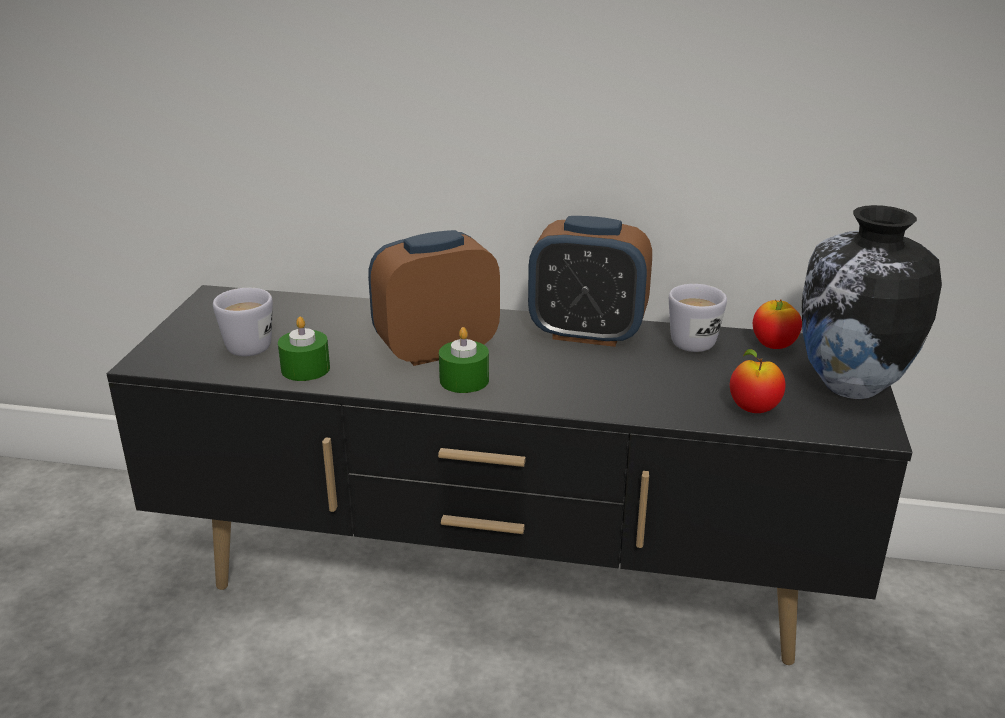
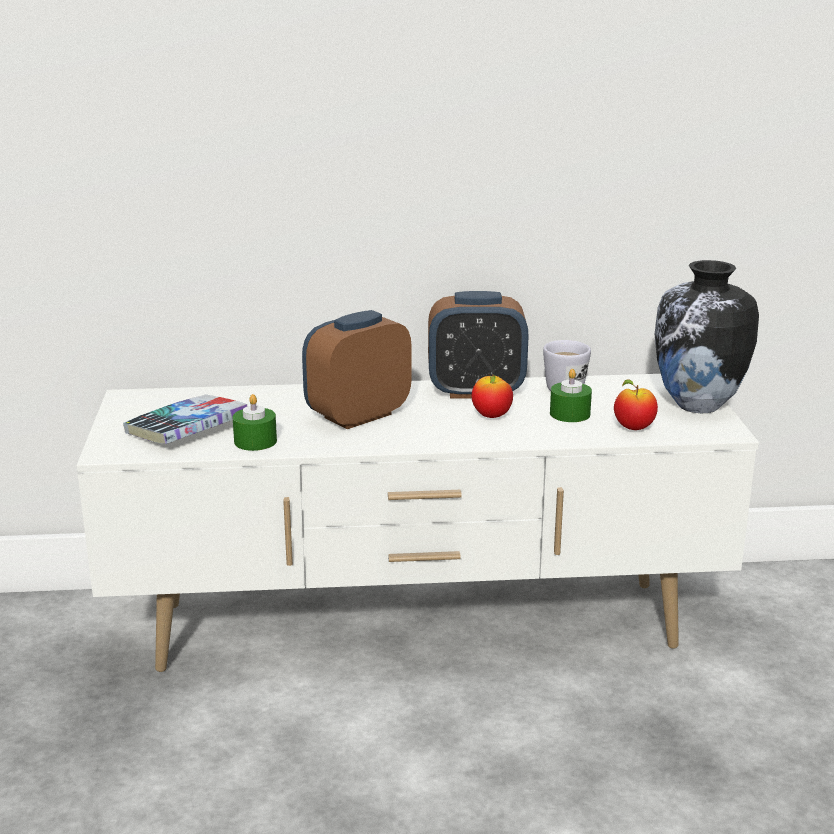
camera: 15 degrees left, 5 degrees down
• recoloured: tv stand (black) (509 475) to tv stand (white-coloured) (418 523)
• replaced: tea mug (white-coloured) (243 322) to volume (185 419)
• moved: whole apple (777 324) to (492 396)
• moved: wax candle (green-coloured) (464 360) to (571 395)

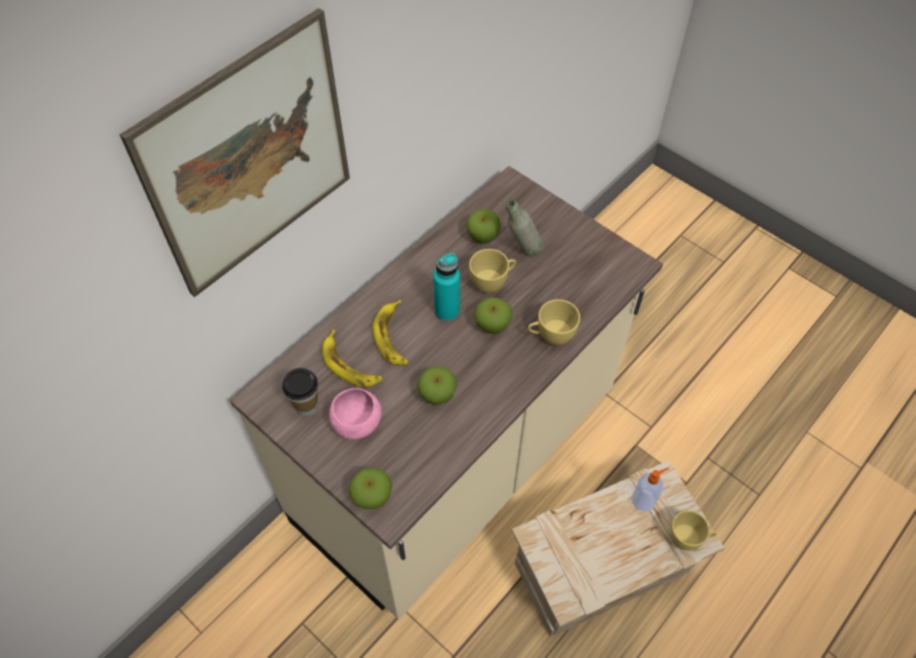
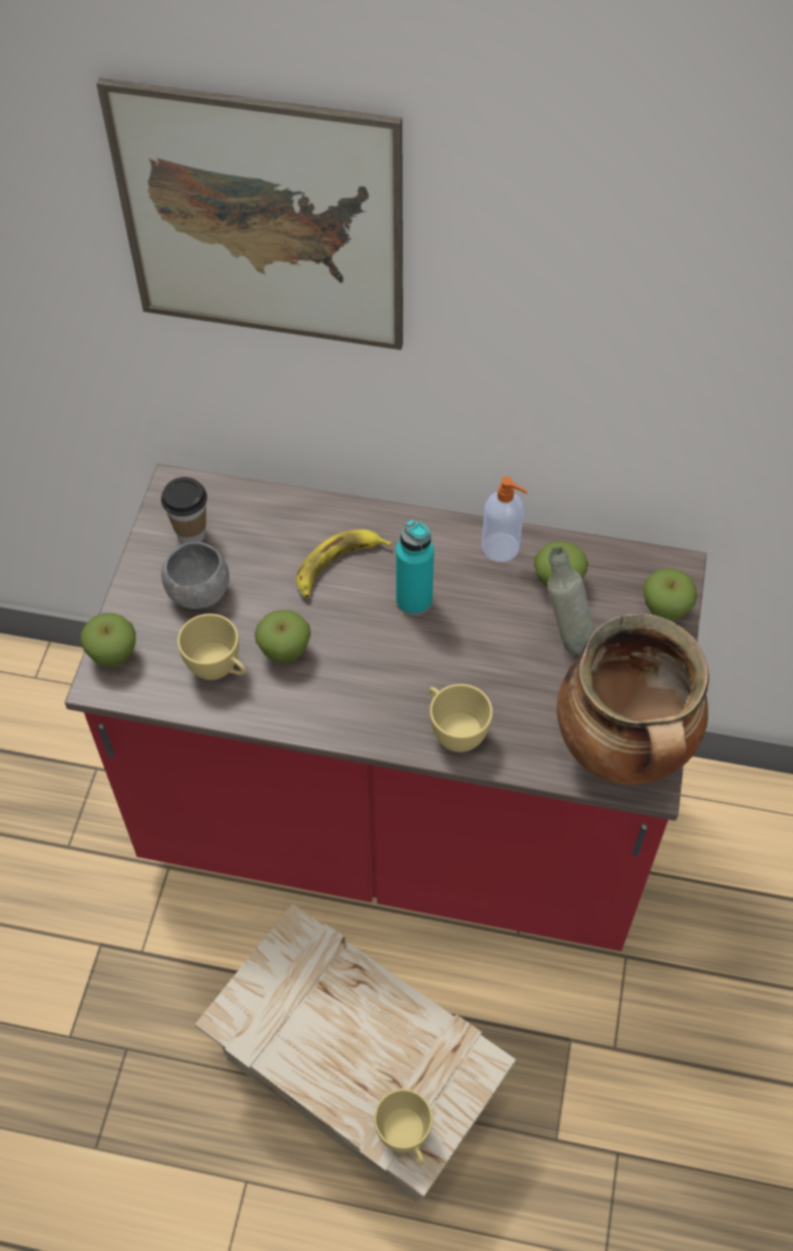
camera: 60 degrees right, 0 degrees up
• recoloured: kitchen counter (beige-coloured) (446 393) to kitchen counter (red) (386 707)
• recoloured: bowl (pink) (355 413) to bowl (greyish) (195 575)
• moved: small cup (yellowish) (492 271) to (211 647)
• moved: soap bottle (650 489) to (505 519)
• added: saucepot (633 699)
• moved: whole apple (493 315) to (670 594)
• removed: whole banana (352 358)

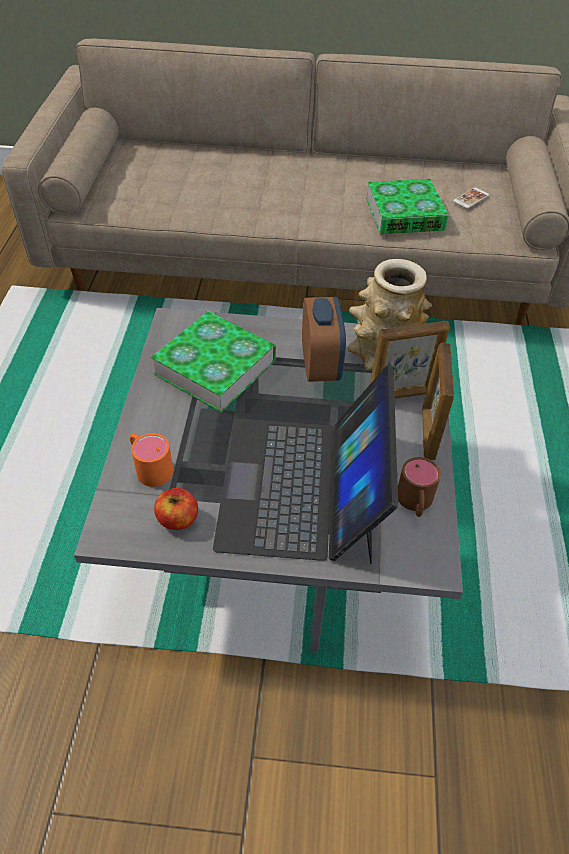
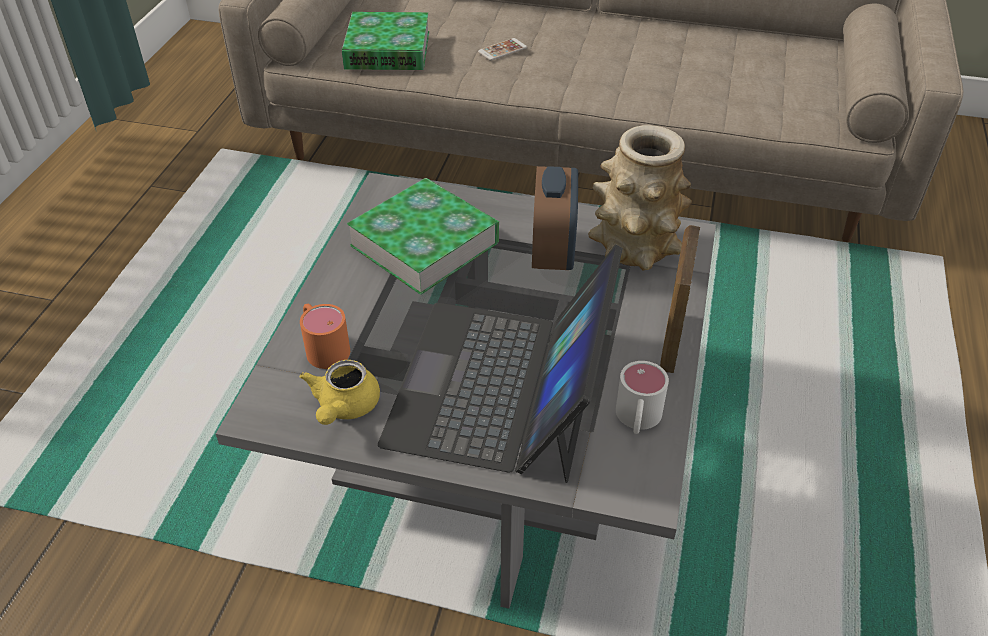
camera: 10 degrees right, 5 degrees down
• replaced: whole apple (176 509) to pot for tea (yellowish) (340 392)
• moved: volume (407 206) to (385 41)
• moved: phone (471 198) to (502 49)
• recoloured: tea mug (brownish) (419 487) to tea mug (white-coloured) (642 397)
• removed: photo frame (410 360)

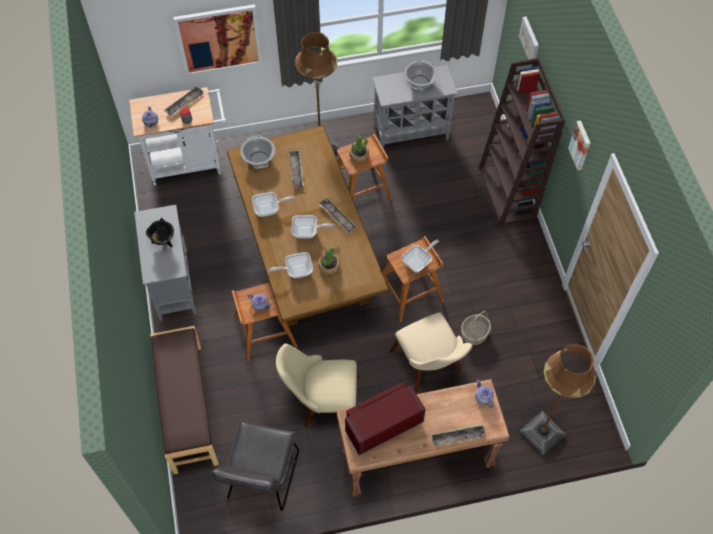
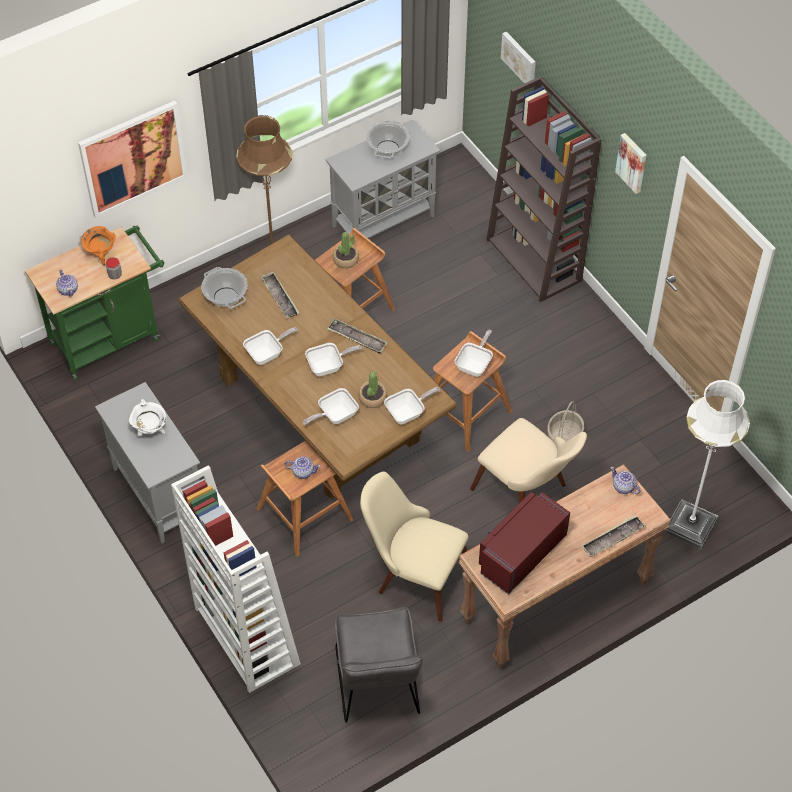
camera: 20 degrees left, 5 degrees down
• recoloured: trolley (white-coloured) (178 136) to trolley (green-coloured) (94 303)
• replaced: serving tray (184 101) to saucepot (orangey) (98 246)
• recoloured: saucepot (black) (160 232) to saucepot (white-coloured) (147 417)
• replaced: indoor bench (brownish) (184 400) to bookcase (white-coloured) (236 579)
• turned: plain chair (beige-coloured) (317 385) = (414 547) 45 degrees clockwise
• added: pan (412 405)
• recoloured: standard lamp (brownish) (558 399) to standard lamp (white-coloured) (707 464)

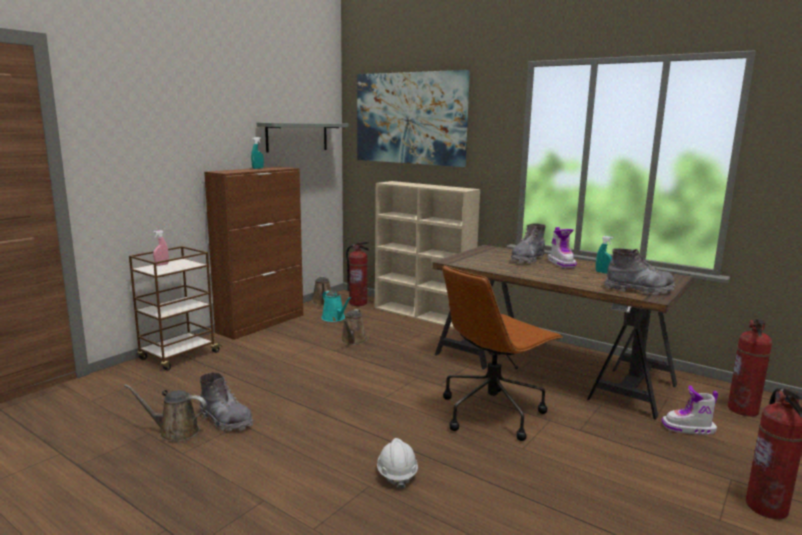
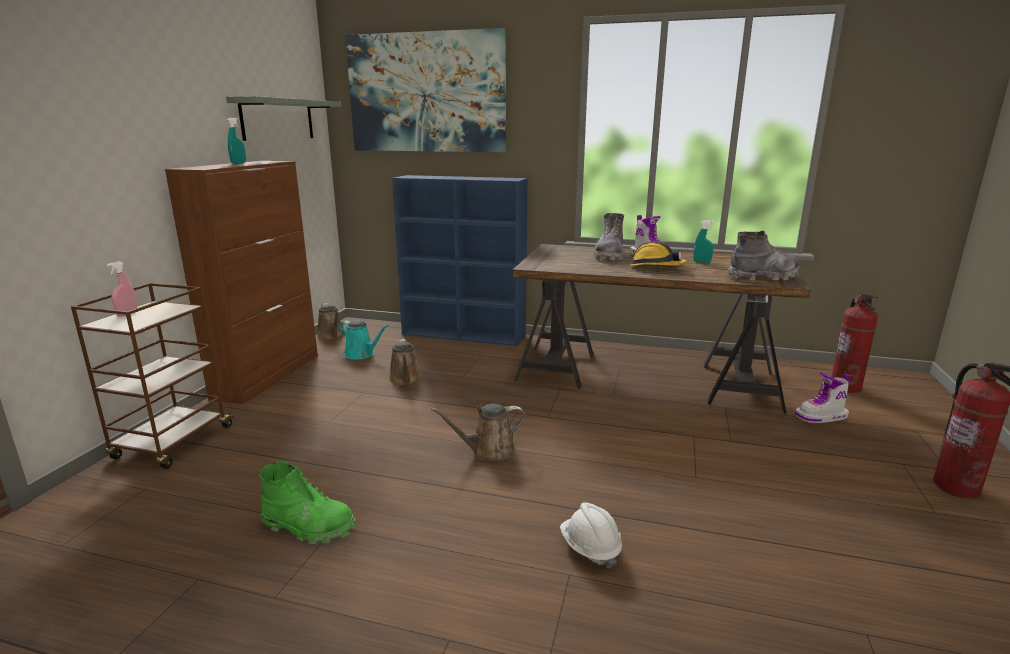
camera: 20 degrees left, 5 degrees up
• recoloured: boot (greyish) (226 401) to boot (green-coloured) (307 503)
• recoloured: bookcase (beige-coloured) (427 254) to bookcase (blue-coloured) (460 260)
• moved: sprinkling can (brownish) (165 413) to (478 432)
• added: safety helmet (658 253)
• removed: fire-fighting cylinder (358 274)
• removed: desk chair (brownish) (502 353)

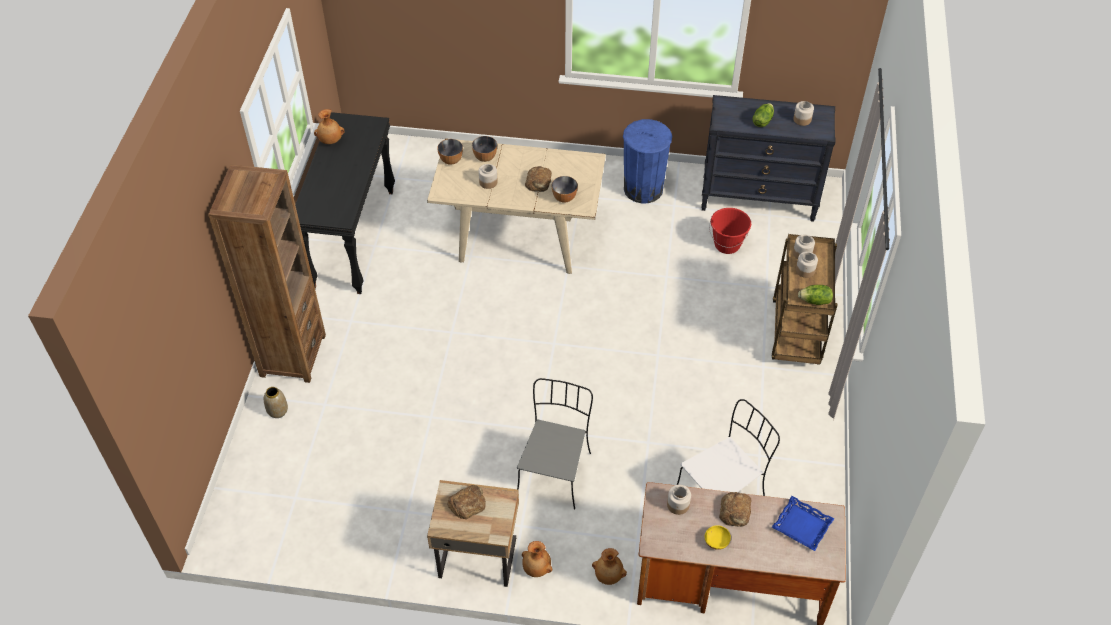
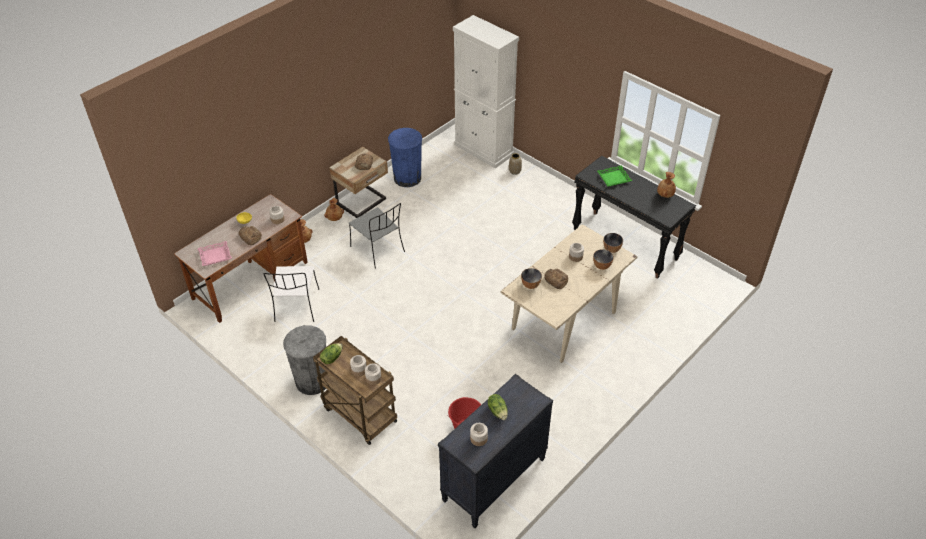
camera: 125 degrees right, 5 degrees down
• recoloured: serving tray (blue-coloured) (803 523) to serving tray (pink) (215 253)
• added: rubbish bin (greyish) (304 360)
• moved: rubbish bin (blue-coloured) (647 161) to (405 157)
• added: storage cabinet (white-coloured) (486 91)
• added: serving tray (green-coloured) (614 176)
• removed: bookcase (brownish) (267 274)

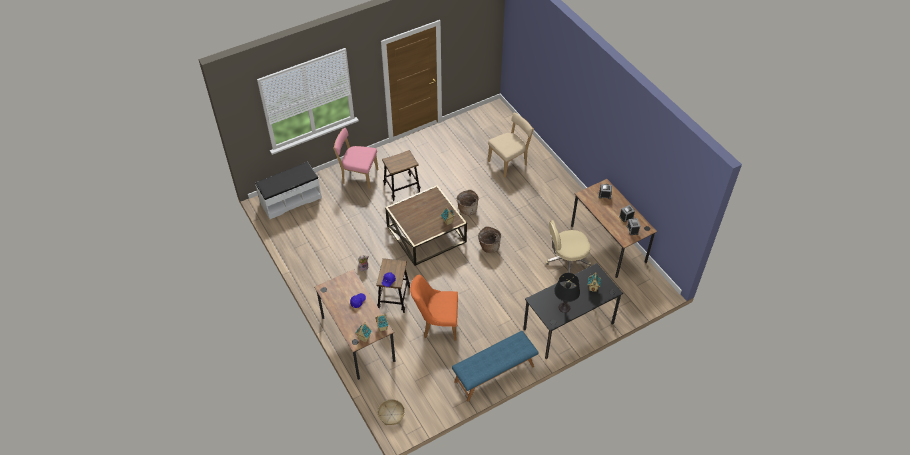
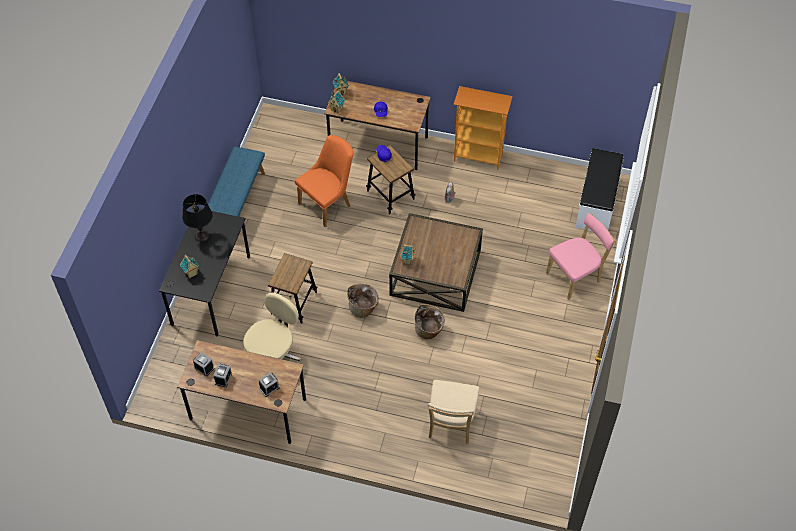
camera: 135 degrees right, 5 degrees up
• moved: stool seat (401 175) to (292 288)
• added: bookcase (483 128)
• removed: basket (391 412)

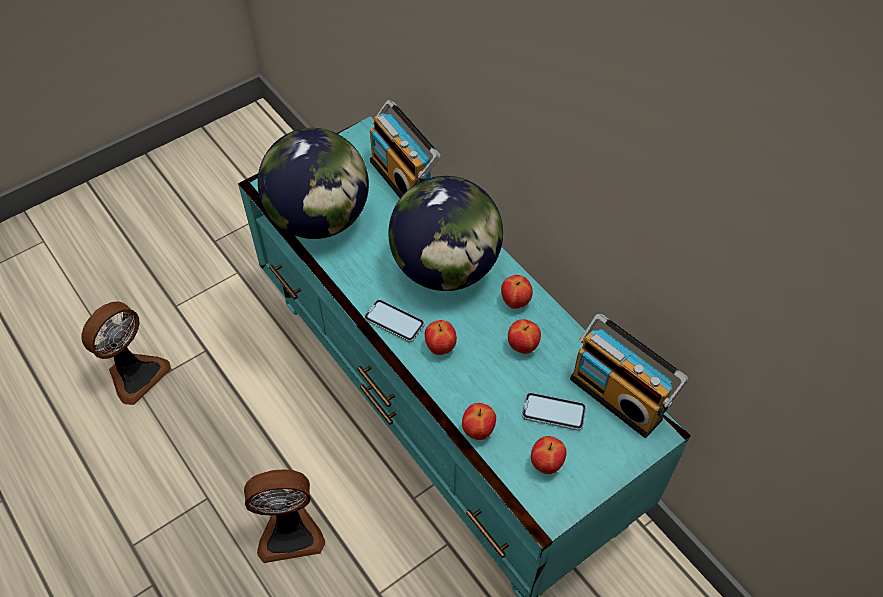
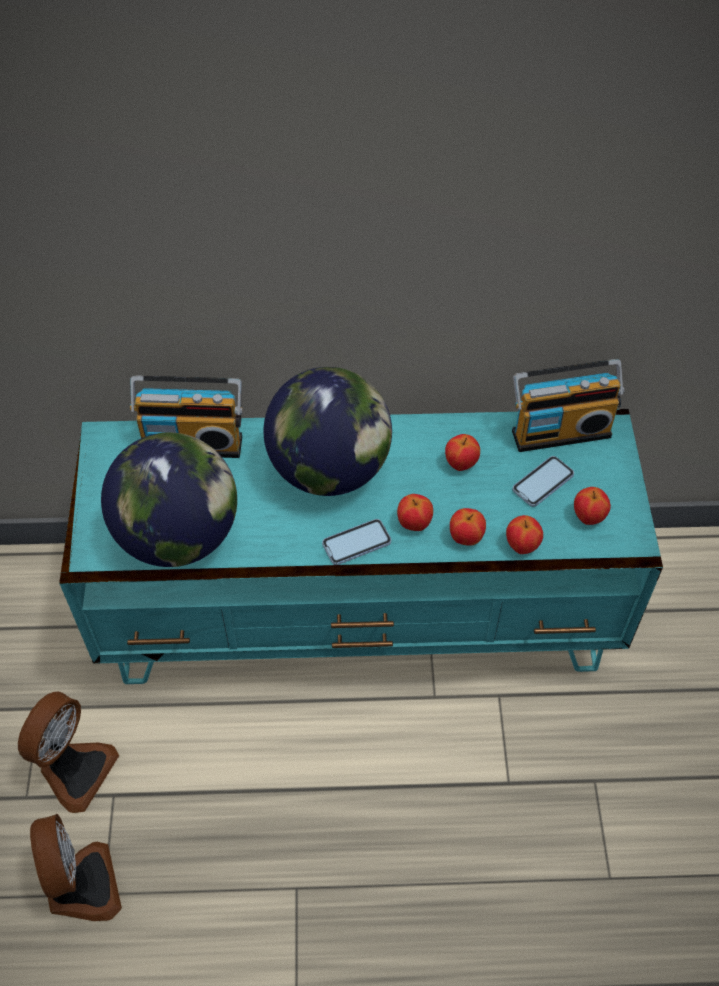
camera: 55 degrees left, 0 degrees up
• moved: electric fan (284 516) to (68 752)
• moved: whole apple (517 292) to (468 526)

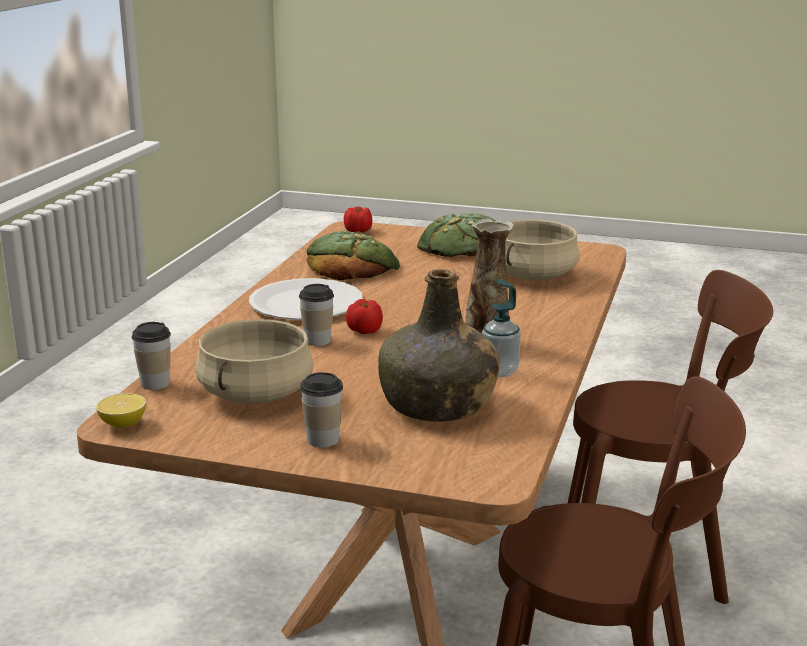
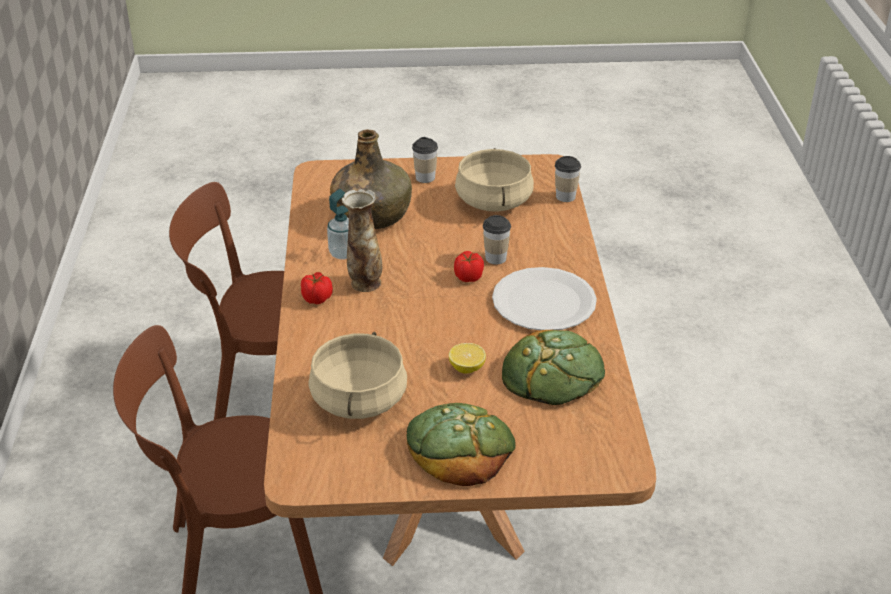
camera: 160 degrees right, 15 degrees up
• moved: fresh tomato (358 219) to (317 288)
• moved: citrus fruit (121 410) to (467 358)

